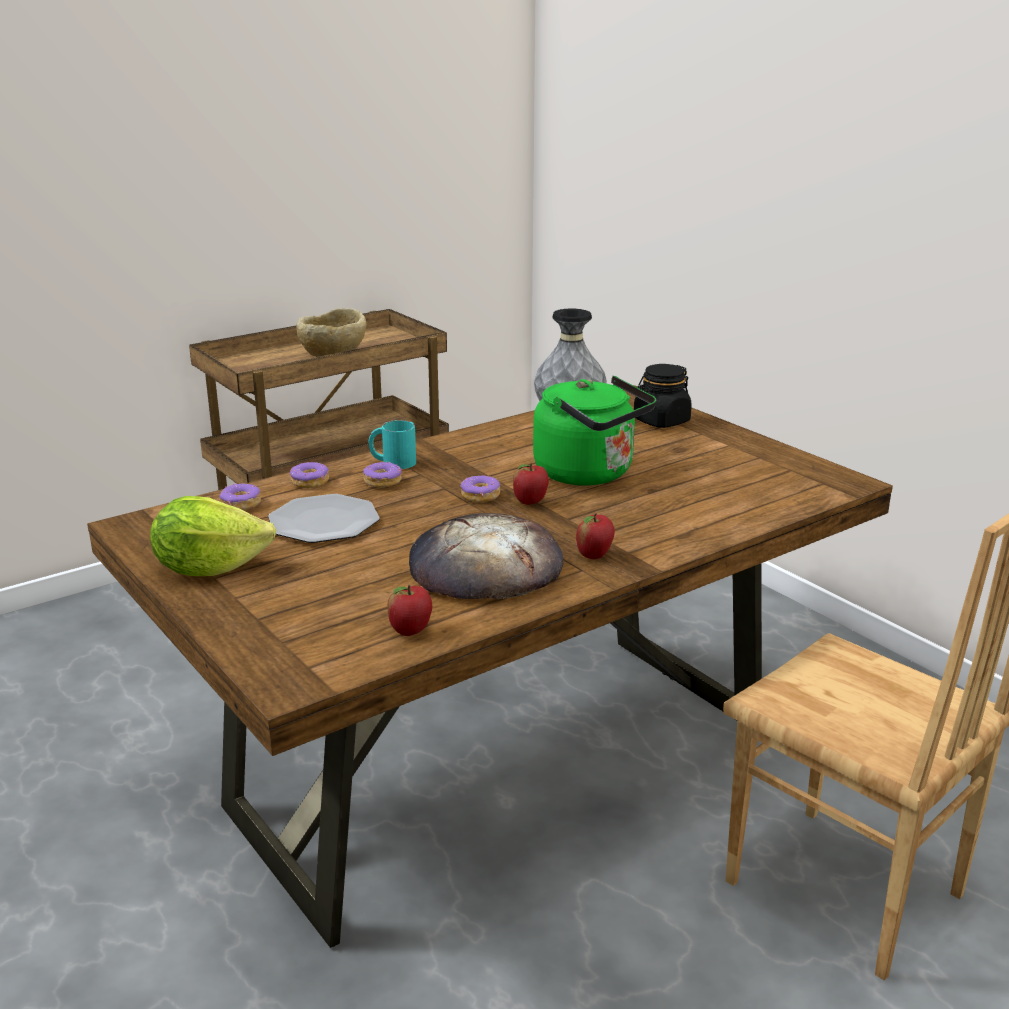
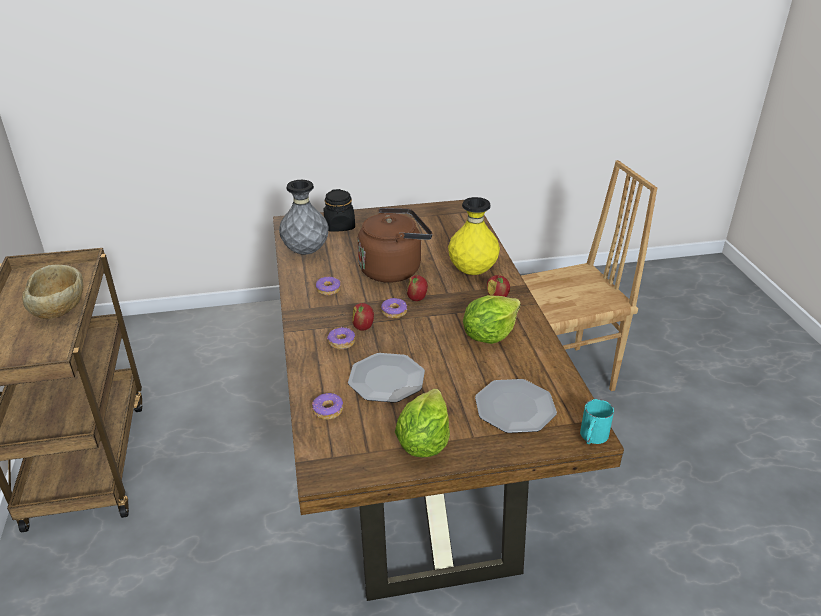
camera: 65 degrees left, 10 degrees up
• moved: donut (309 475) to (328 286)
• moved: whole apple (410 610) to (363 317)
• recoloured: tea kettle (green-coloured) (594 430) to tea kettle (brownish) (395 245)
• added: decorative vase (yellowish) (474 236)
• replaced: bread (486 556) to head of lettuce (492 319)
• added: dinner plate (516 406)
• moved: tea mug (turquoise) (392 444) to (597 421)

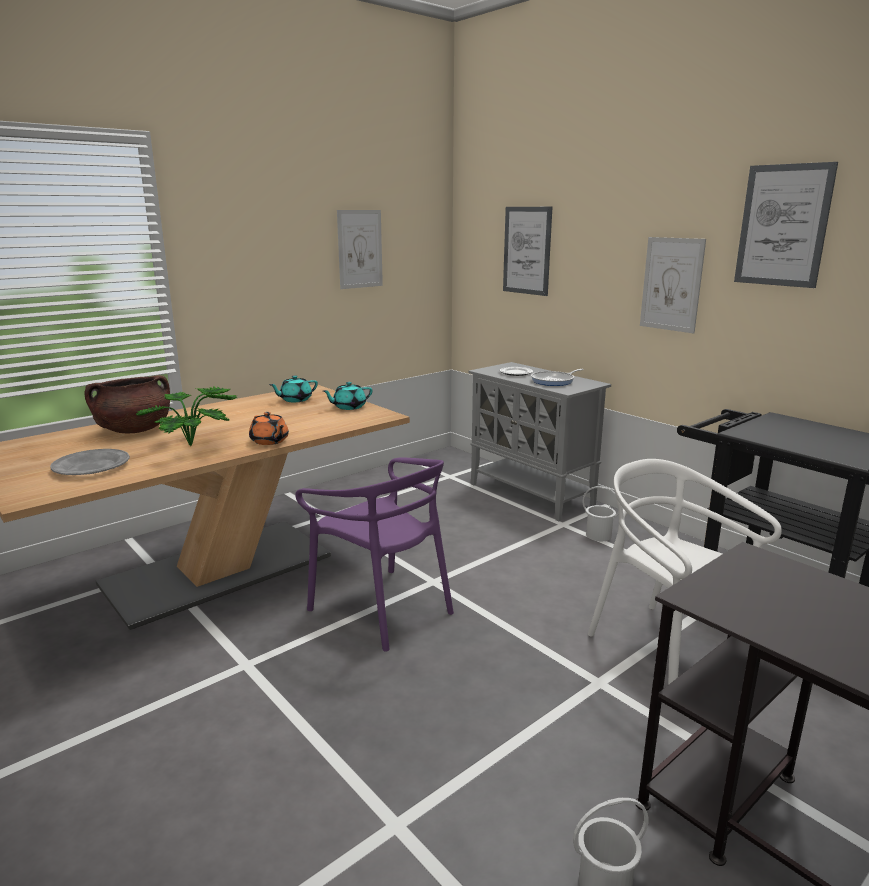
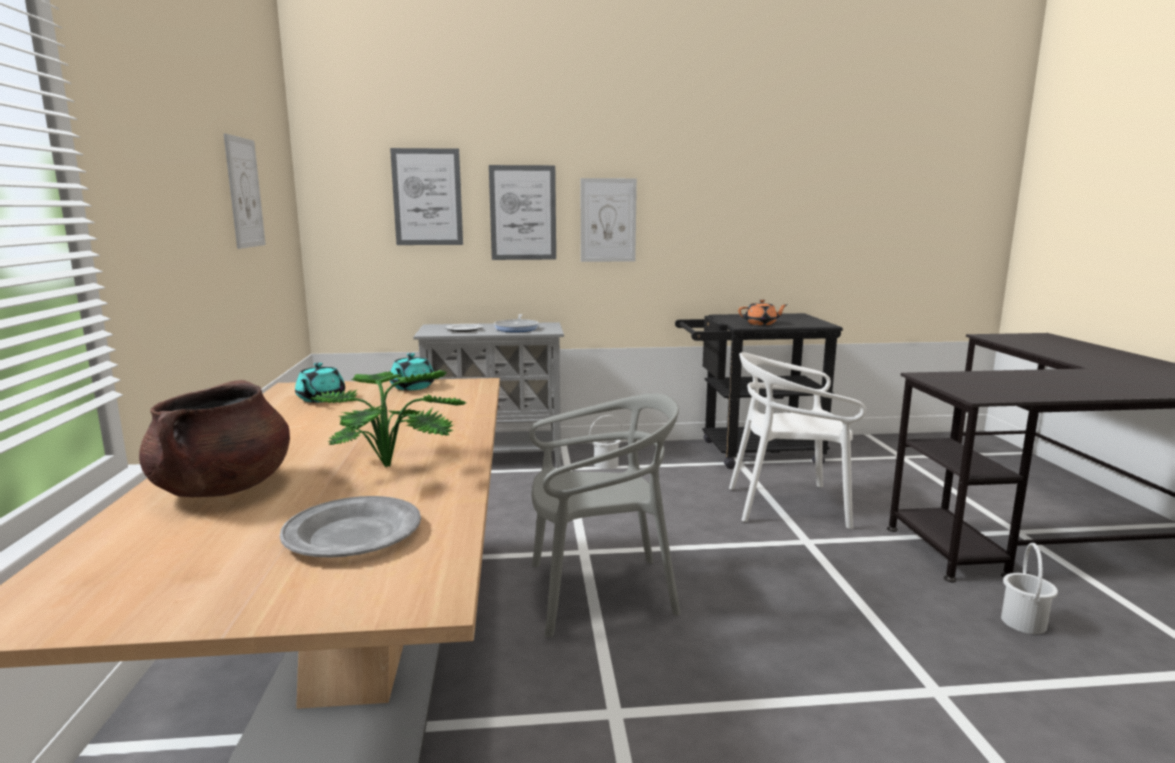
camera: 55 degrees left, 5 degrees down
• moved: picture (786 225) to (522 212)
• recoloured: plain chair (purplish) (374 554) to plain chair (greyish) (605 515)
• moved: pot for tea (orangey) (269 428) to (763 312)

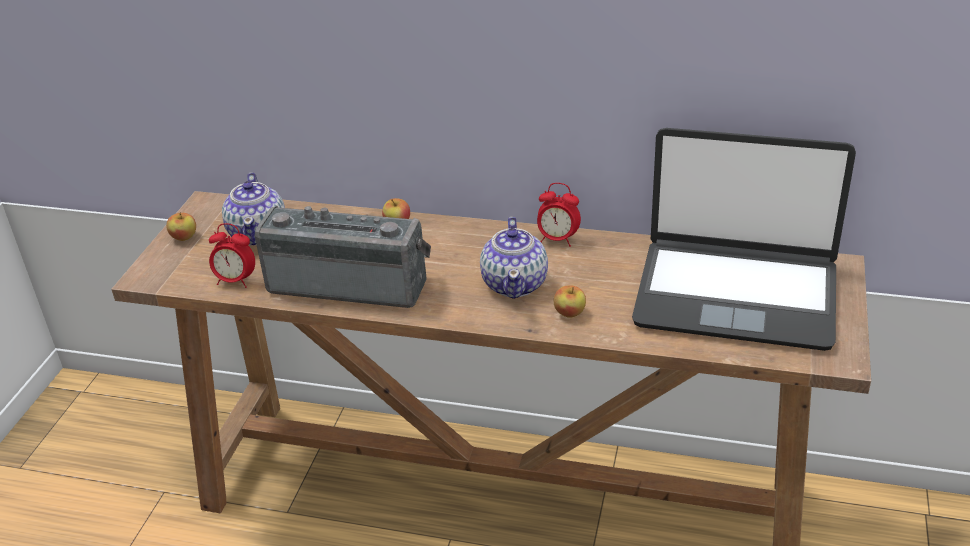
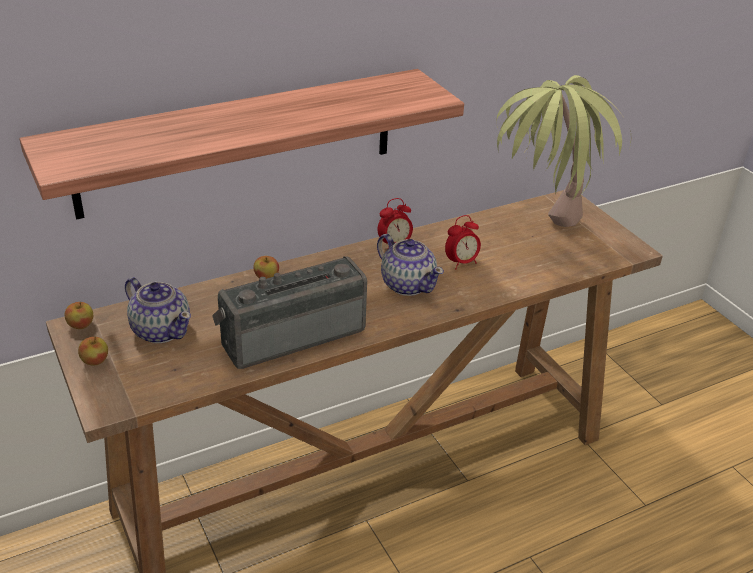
camera: 45 degrees left, 0 degrees up
• added: shelf (241 144)
• moved: whole apple (570 301) to (79 315)
• moved: bedside clock (232 255) to (463 242)
• replaced: notebook computer (744 239) to potted plant (563 151)

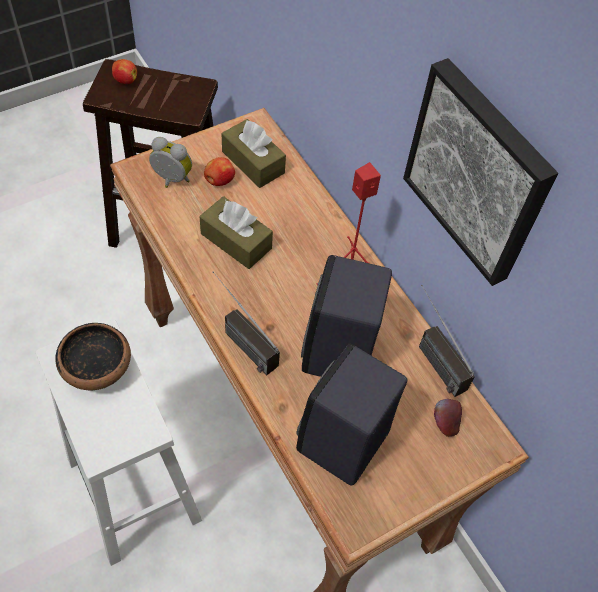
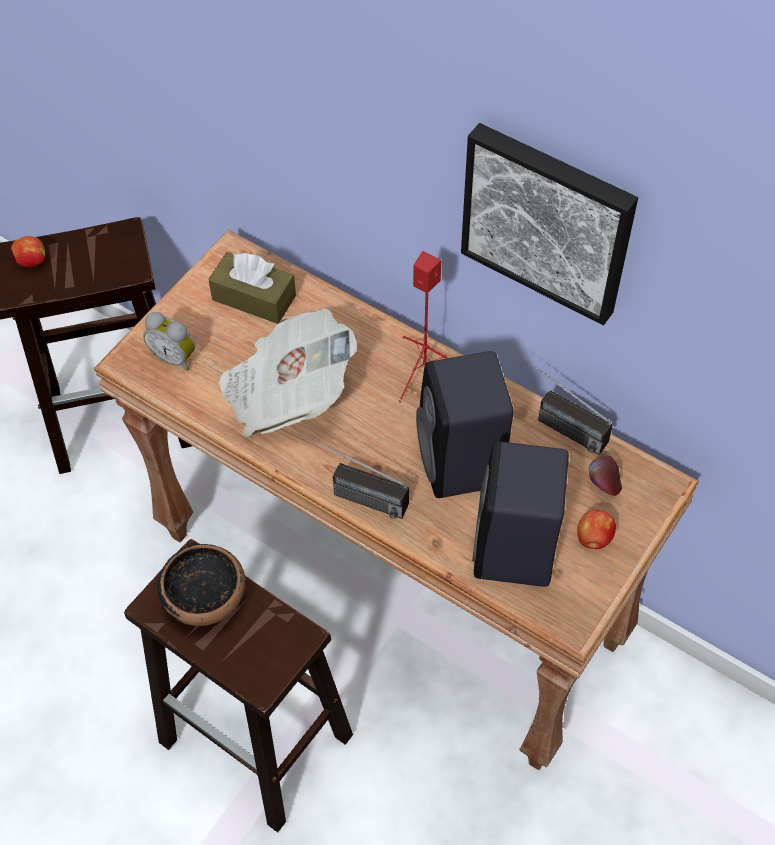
camera: 20 degrees left, 0 degrees up
• recoloured: stool seat (white-coloured) (119 443) to stool seat (brownish) (238 686)
• turned: bedside clock (170 162) = (169 341) 150 degrees counterclockwise
• replaced: box of tissues (brownish) (236 232) to newspaper (288 372)
• moved: whole apple (219 171) to (596 529)

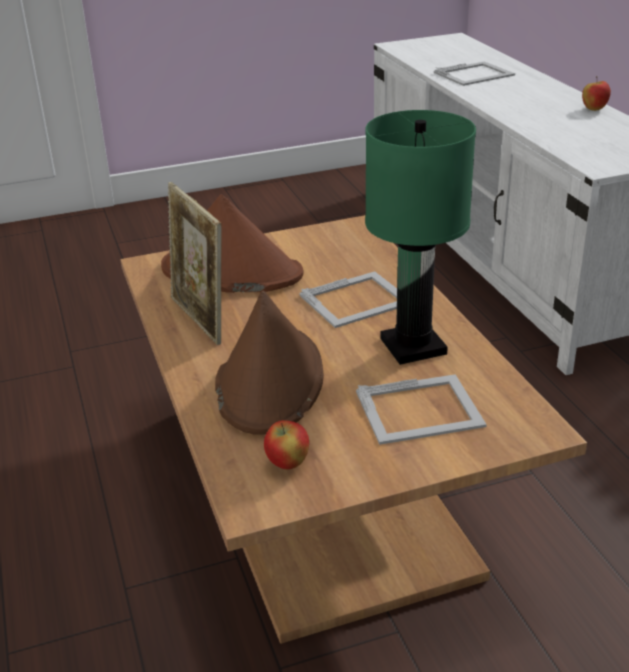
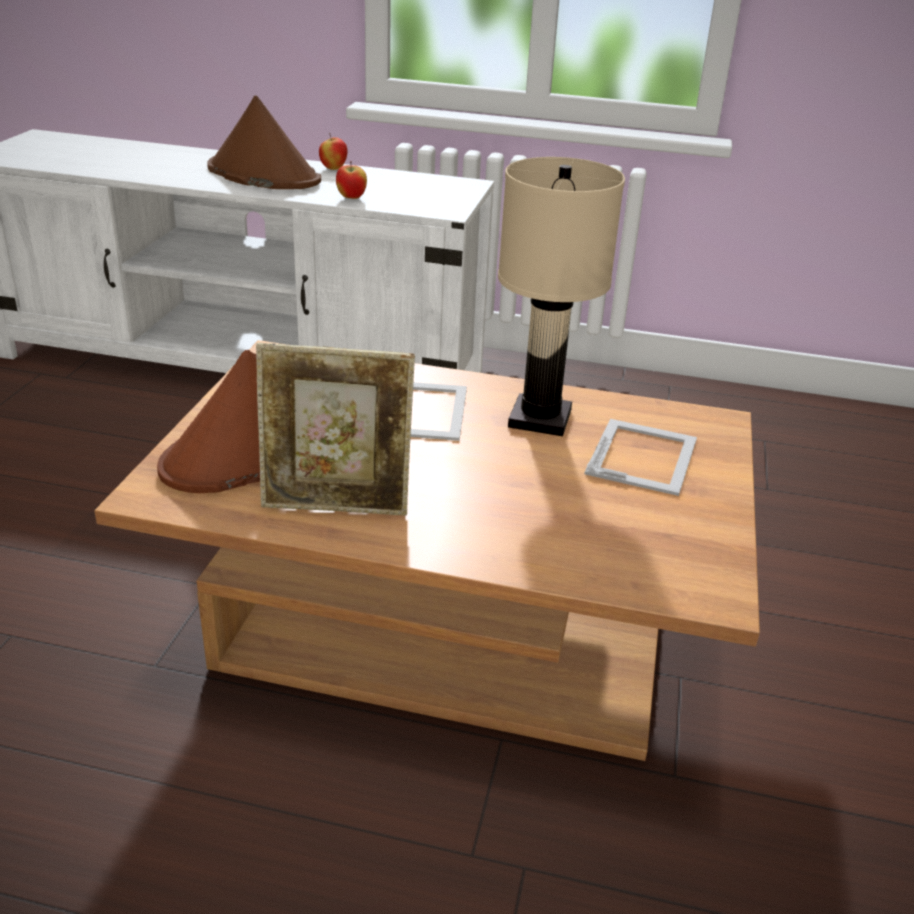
camera: 60 degrees left, 0 degrees up
• moved: clothing hat (brownish) (269 363) to (264 142)
• moved: whole apple (286 445) to (351 180)
• recoloured: lamp for a table (green-coloured) (420 237) to lamp for a table (beige-coloured) (561 296)
• removed: photo frame (474 73)

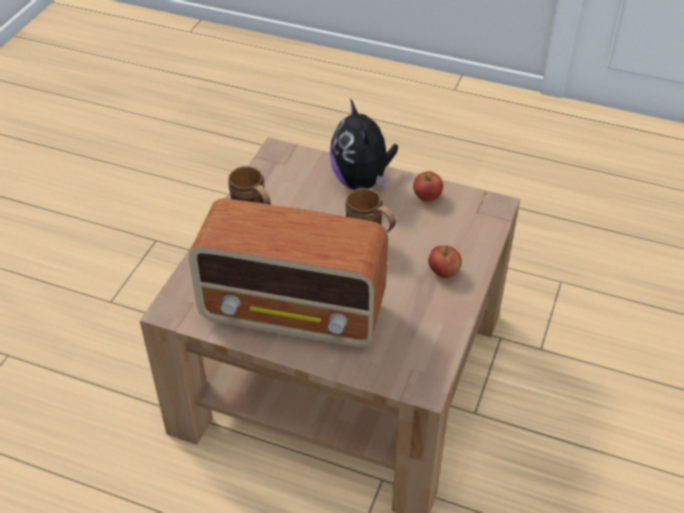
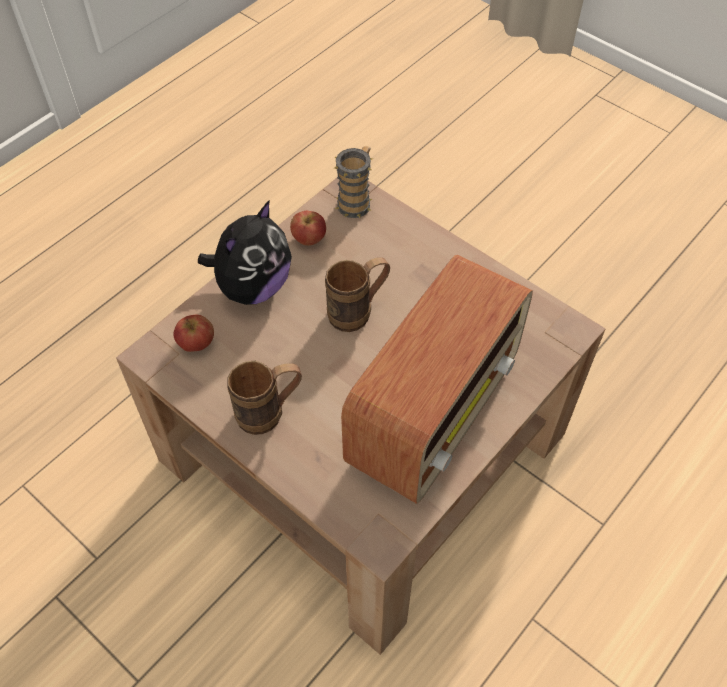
camera: 70 degrees left, 10 degrees up
• moved: whole apple (445 261) to (193 333)
• turned: plush toy (364 144) = (245 252) 60 degrees counterclockwise
• added: tea mug (353 182)

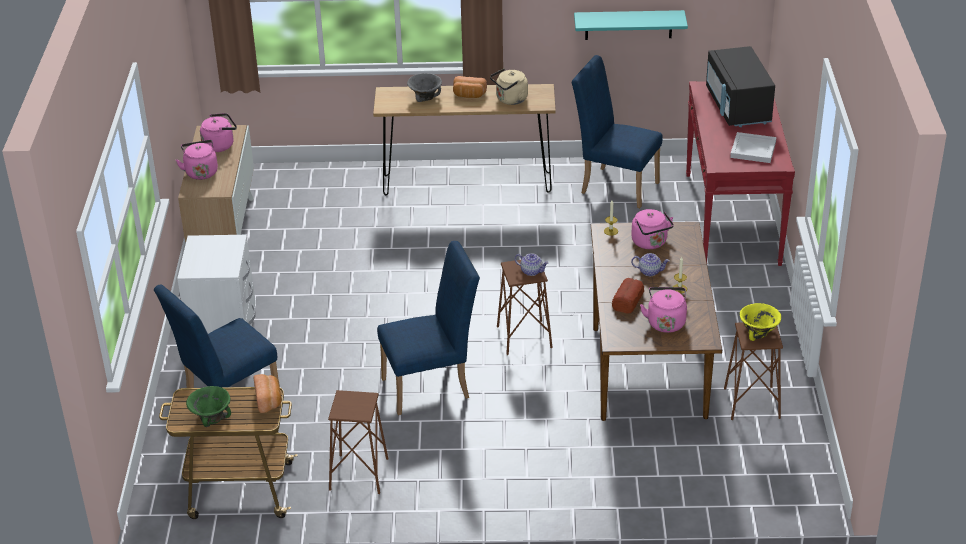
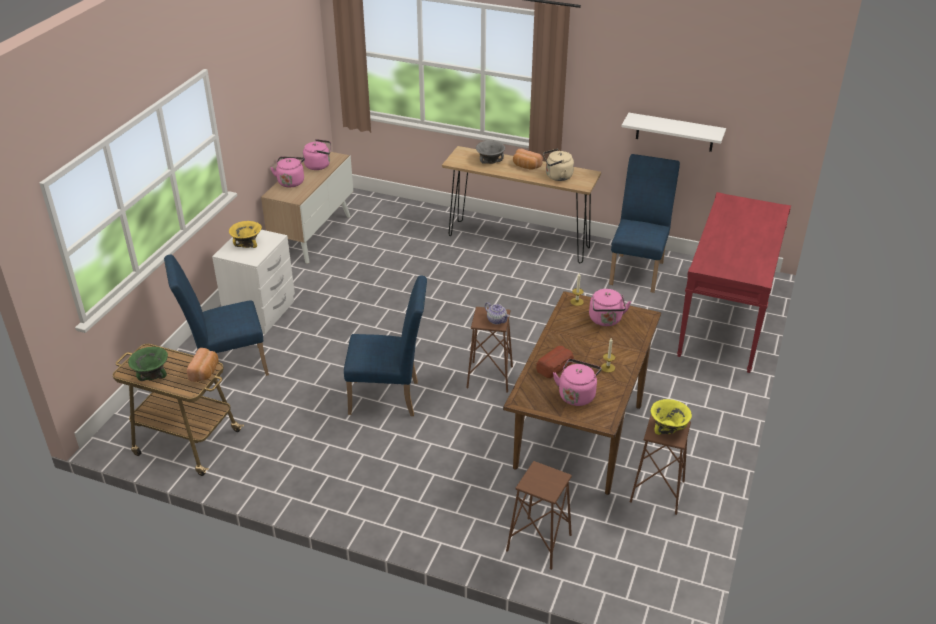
camera: 20 degrees right, 0 degrees up
• added: bowl (yellowish) (245 234)
• moved: stool seat (brownish) (358 442) to (539 515)
• turned: plain chair (blue-coloured) (617 131) = (644 223) 60 degrees clockwise
• recoloured: shelf (turquoise) (631 25) to shelf (white-coloured) (673 132)
• removed: pot for tea (650 264)
• removed: microwave oven (black) (740 86)
• removed: serving tray (white-coloured) (753 147)

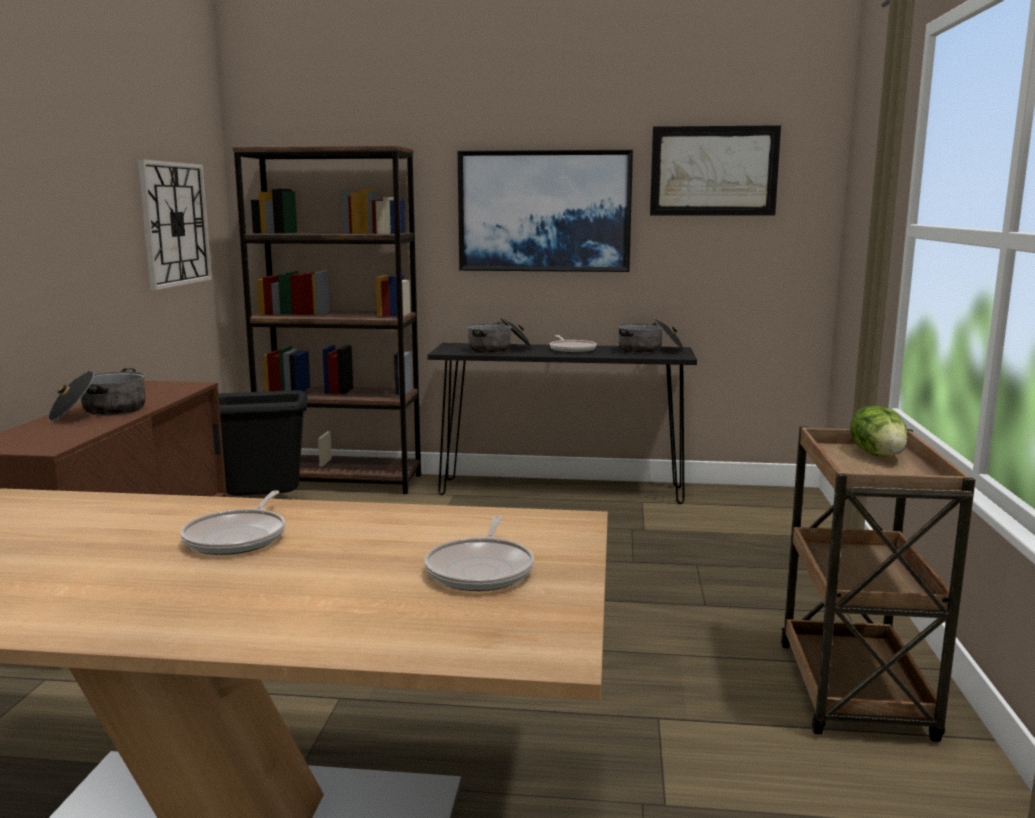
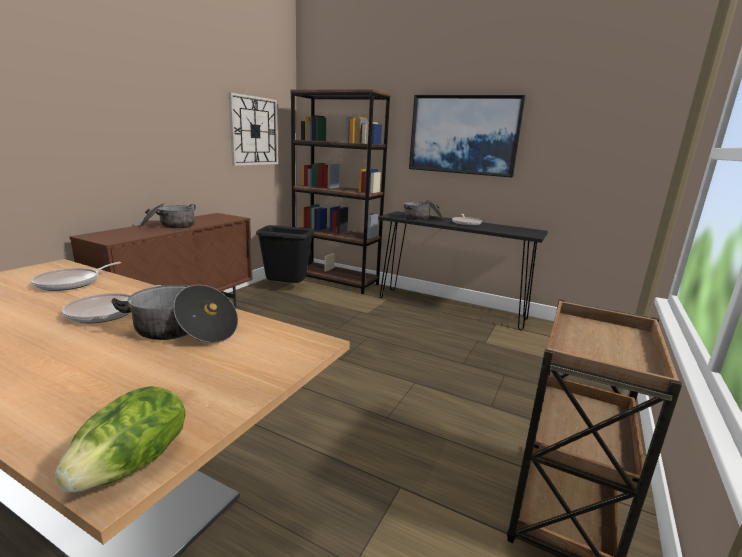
camera: 20 degrees right, 5 degrees up
• moved: pan (479 553) to (76 276)
• moved: head of lettuce (879 431) to (120 439)
• moved: saucepot (651 336) to (174 314)
• removed: picture (715 170)

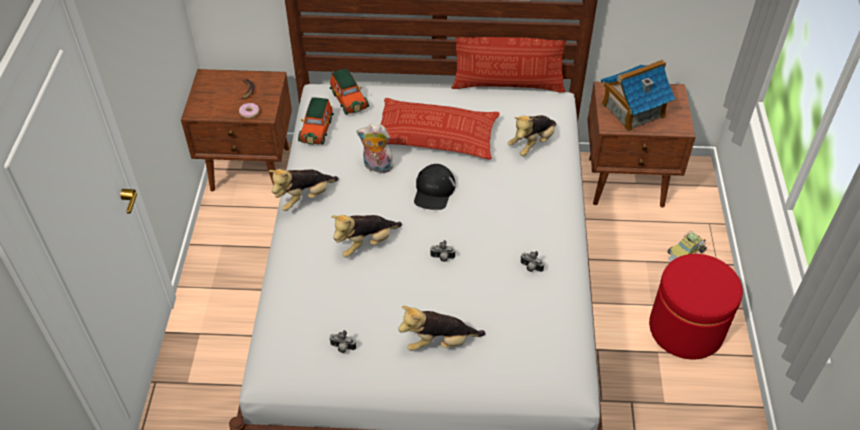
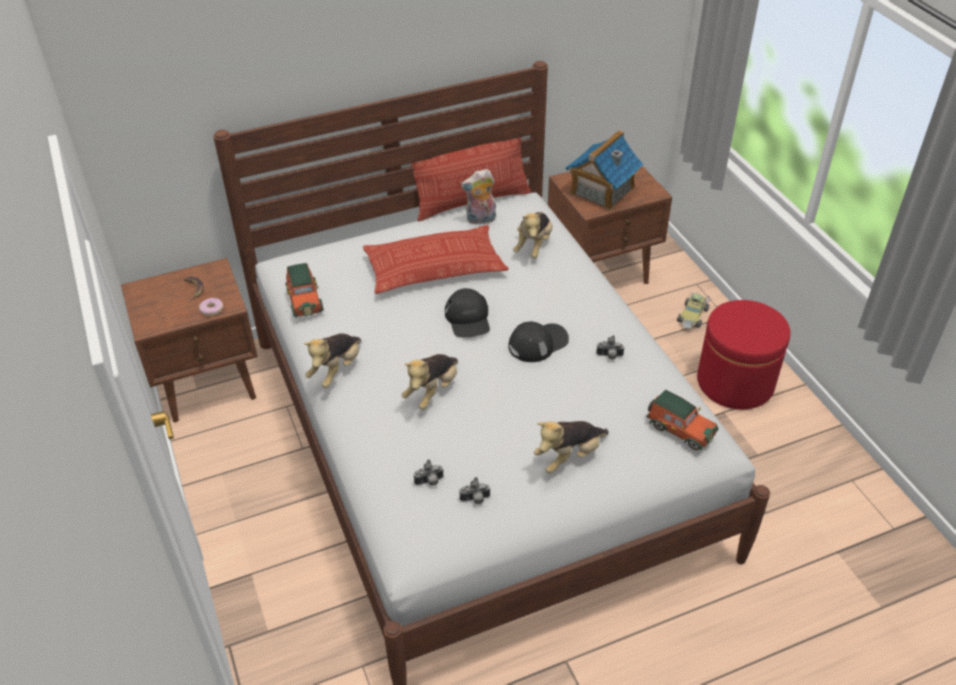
camera: 25 degrees left, 5 degrees down
• moved: photo camera (442 251) to (429 473)
• moved: plush toy (375 148) to (478 197)
• added: cap (black) (539 341)
• moved: miniature car (349 91) to (683 419)

